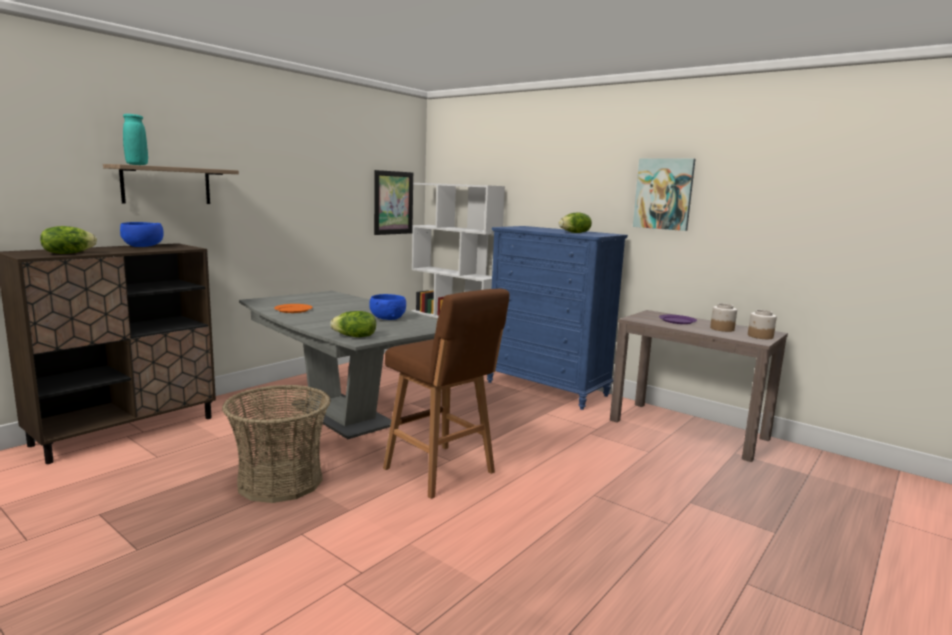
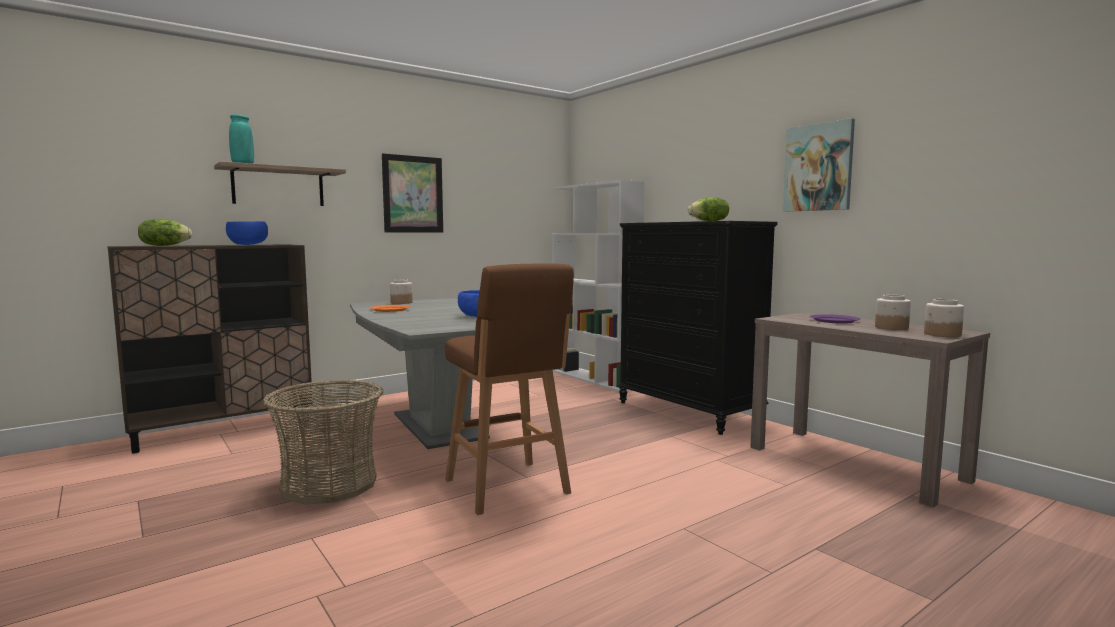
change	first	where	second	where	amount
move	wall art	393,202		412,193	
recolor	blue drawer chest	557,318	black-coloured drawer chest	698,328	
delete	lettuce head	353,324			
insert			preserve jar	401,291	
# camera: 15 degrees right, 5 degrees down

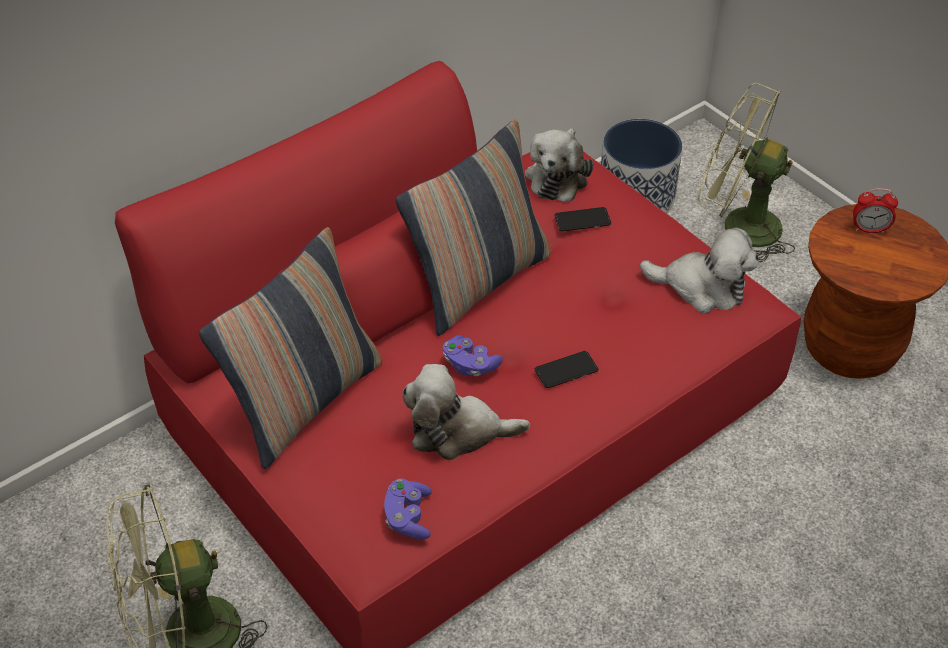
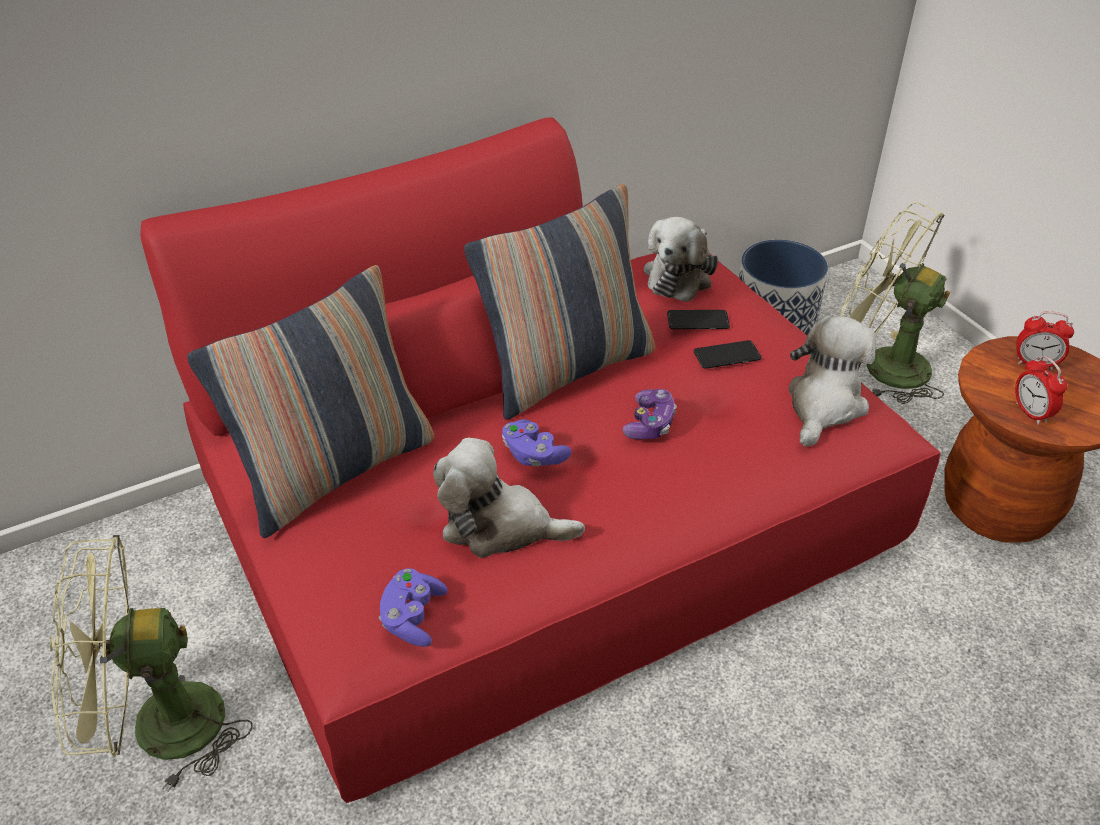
change	first	where	second	where	amount
rotate	plush toy	699,270		832,381	90 degrees counterclockwise
move	phone	566,369		727,354	
insert			bedside clock	1041,390	
insert			game controller	649,414	
# camera: 10 degrees right, 5 degrees down

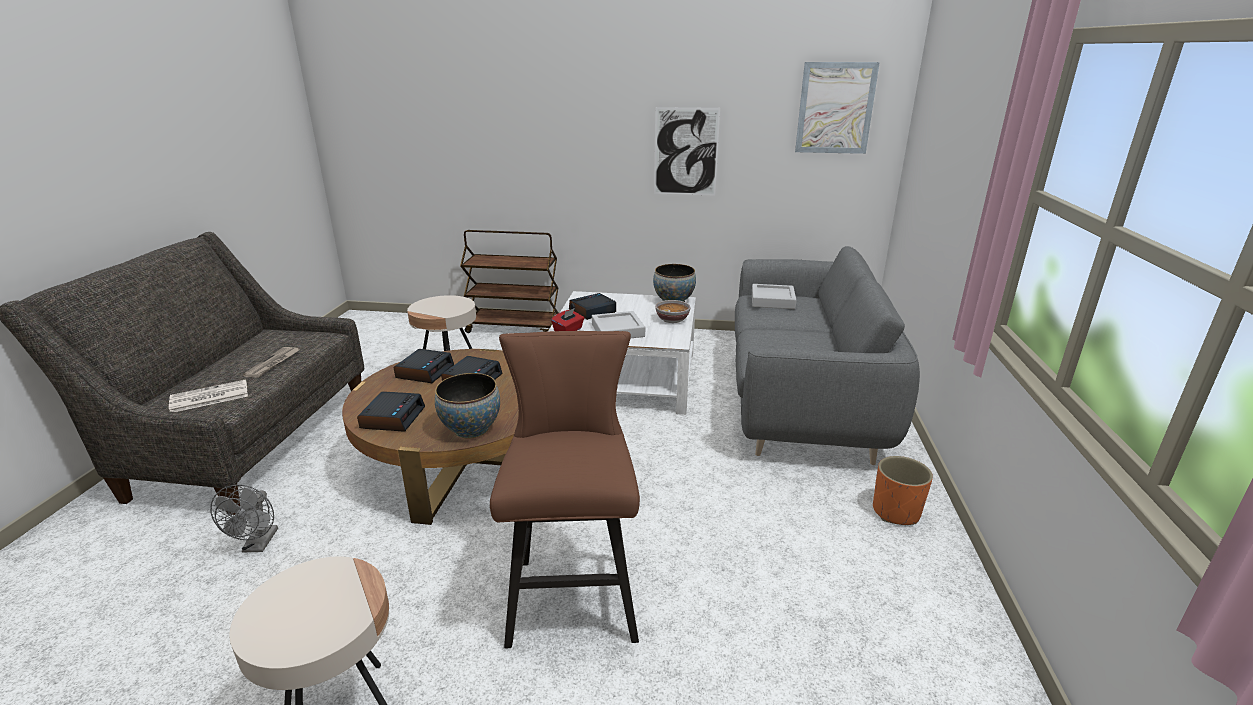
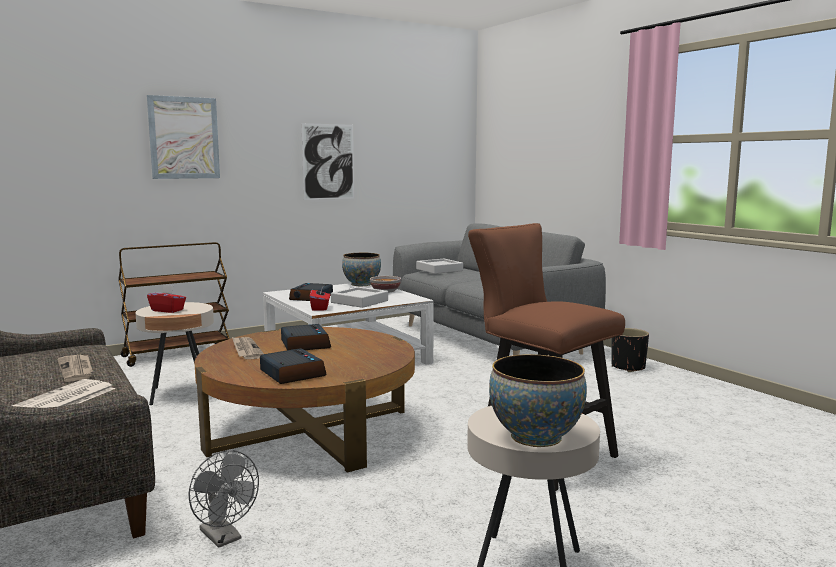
change	first	where	second	where	amount
move	wall art	837,108		183,137	
replace	bedside clock	424,366	daily paper	248,348	
move	deep dish	467,405		538,400	
recolor	orangey plant pot	903,490	black-coloured plant pot	630,350	
insert			red-coloured box of tissues	166,299	
# camera: 40 degrees left, 15 degrees down

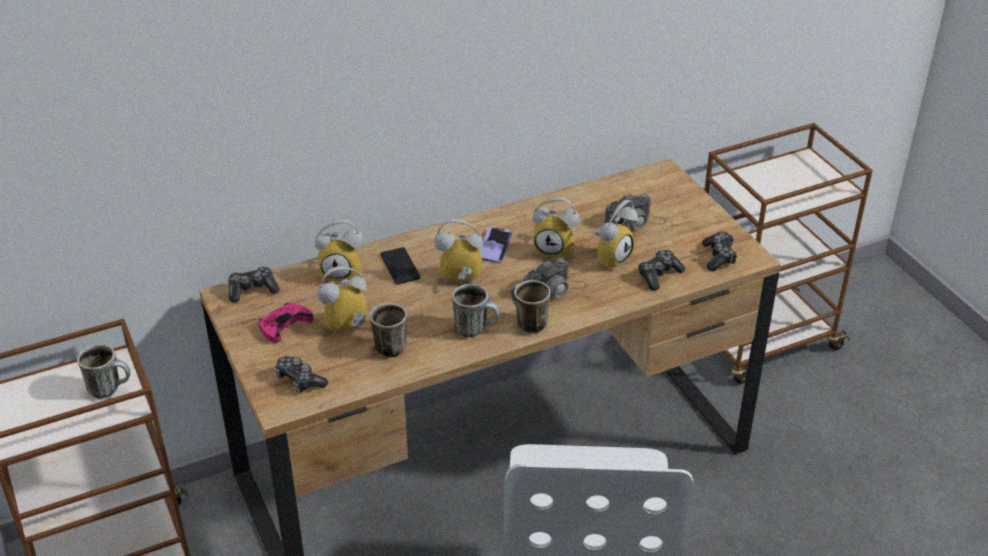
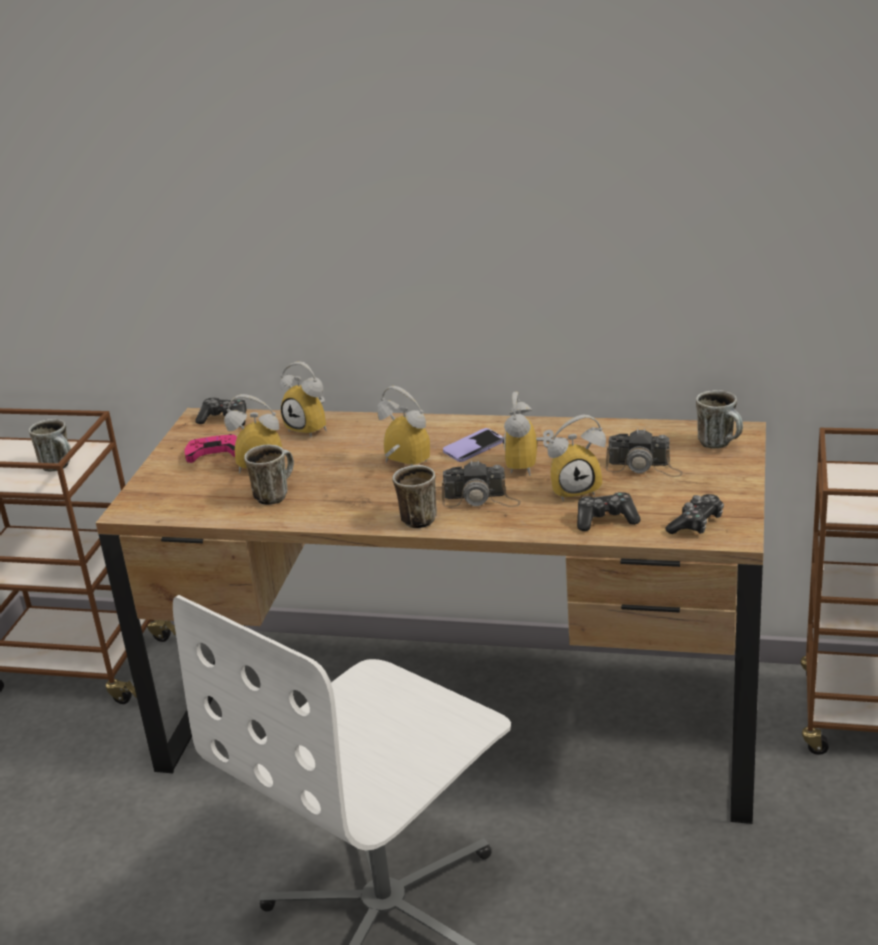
change	first	where	second	where	amount
rotate	bedside clock	556,228		528,434	45 degrees clockwise
delete	phone	400,265			
move	mug	476,310		719,419	
delete	game controller	301,374			
# camera: 40 degrees right, 10 degrees down

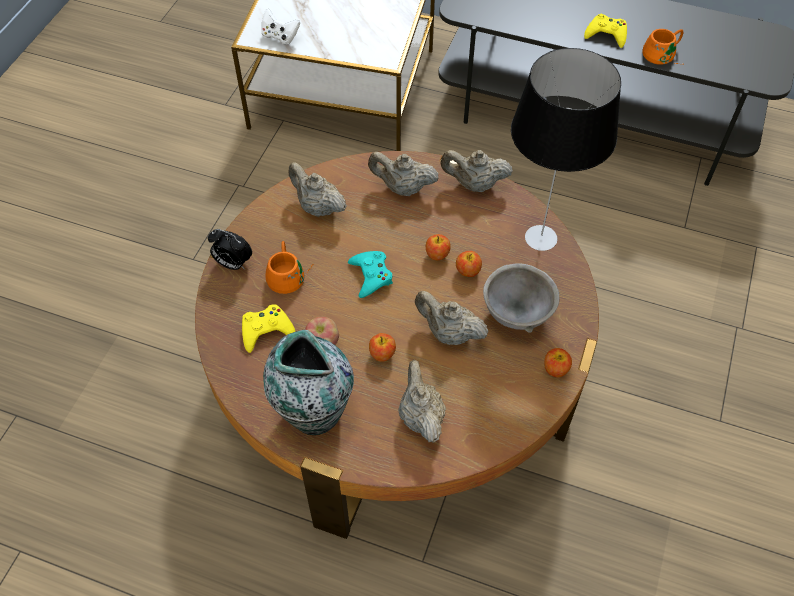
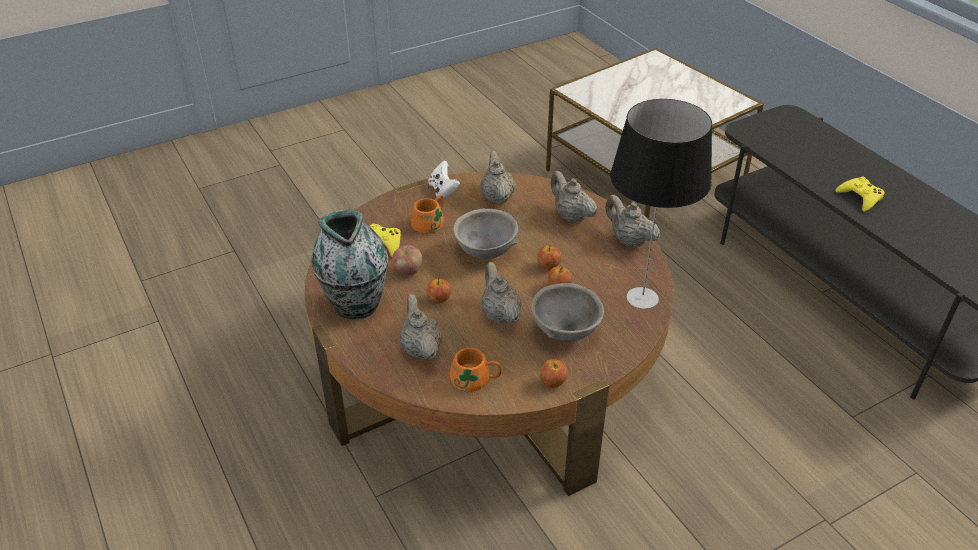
change	first	where	second	where	amount
move	white-coloured game controller	281,26		444,180	
move	orangey mug	663,47		476,375	
delete	bedside clock	230,249			
replace	turquoise-coloured game controller	370,274	greyish deep dish	485,234	
rotate	beige-coloured pot for tea	422,401		420,327	45 degrees counterclockwise
# camera: 40 degrees right, 15 degrees down

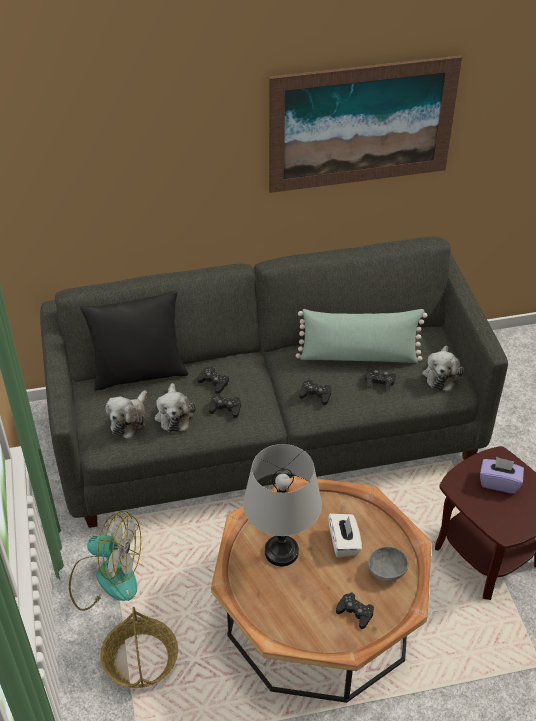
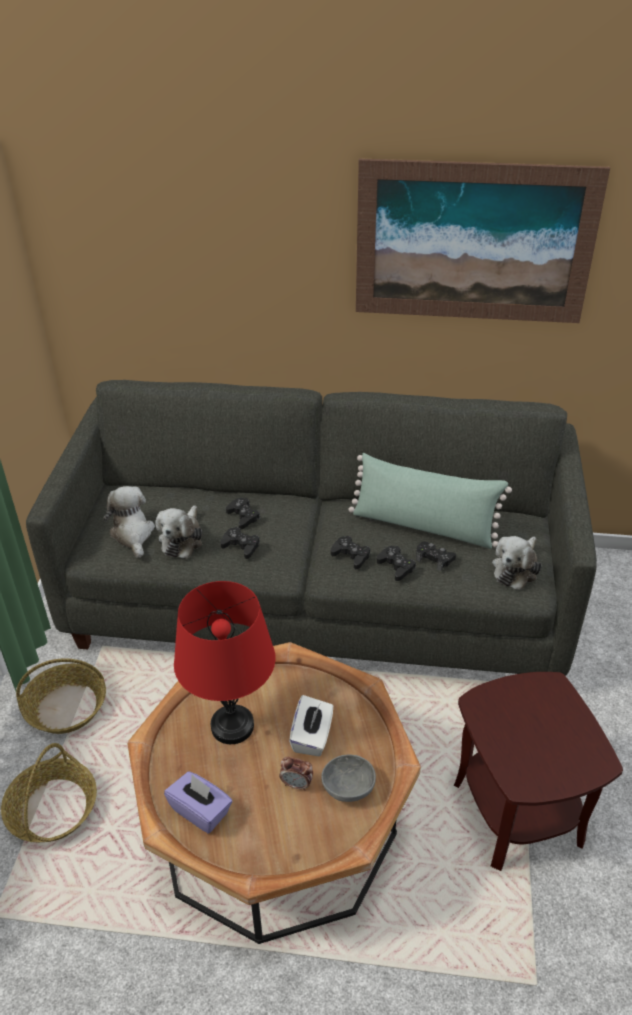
change	first	where	second	where	amount
delete	black-coloured pillow	134,340			
rotate	plush toy	126,414		129,522	120 degrees clockwise
recolor	greyish lamp for a table	282,505	red-coloured lamp for a table	224,662	
move	purple-coloured box of tissues	502,475		198,802	
replace	fan	105,561	storage basket	61,696	
move	black-coloured game controller	355,610		396,563	
insert			bedside clock	296,774	
# camera: 20 degrees right, 5 degrees down

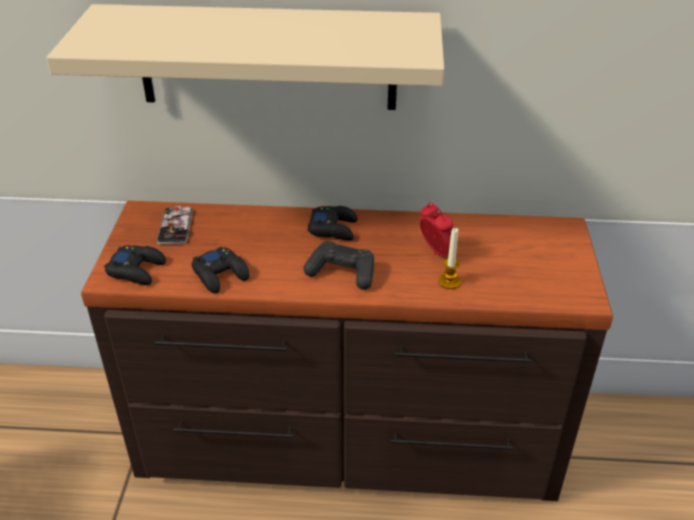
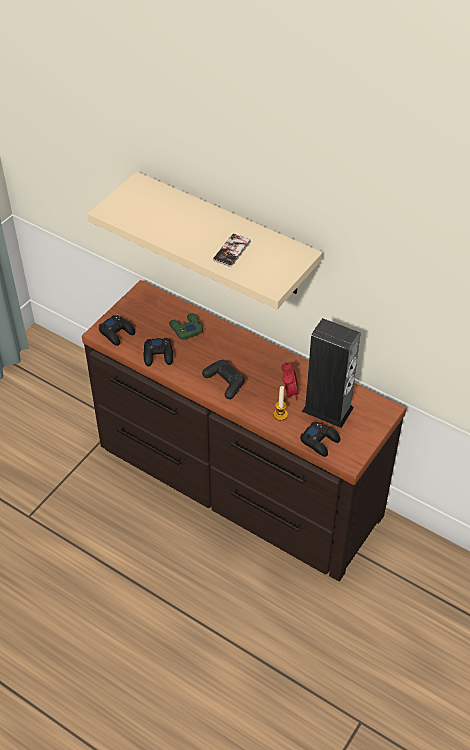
change	first	where	second	where	amount
move	phone	175,225		232,250	
move	black-coloured game controller	333,223		320,439	
insert			greenish game controller	186,326	
insert			audio speaker	331,373	
# camera: 30 degrees right, 10 degrees up

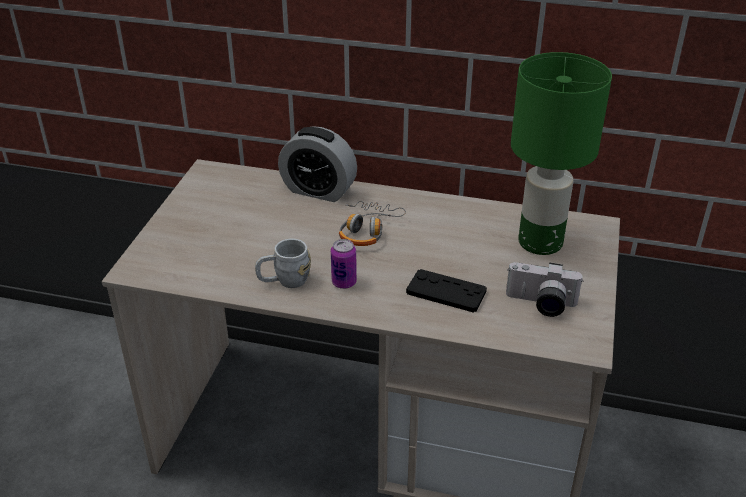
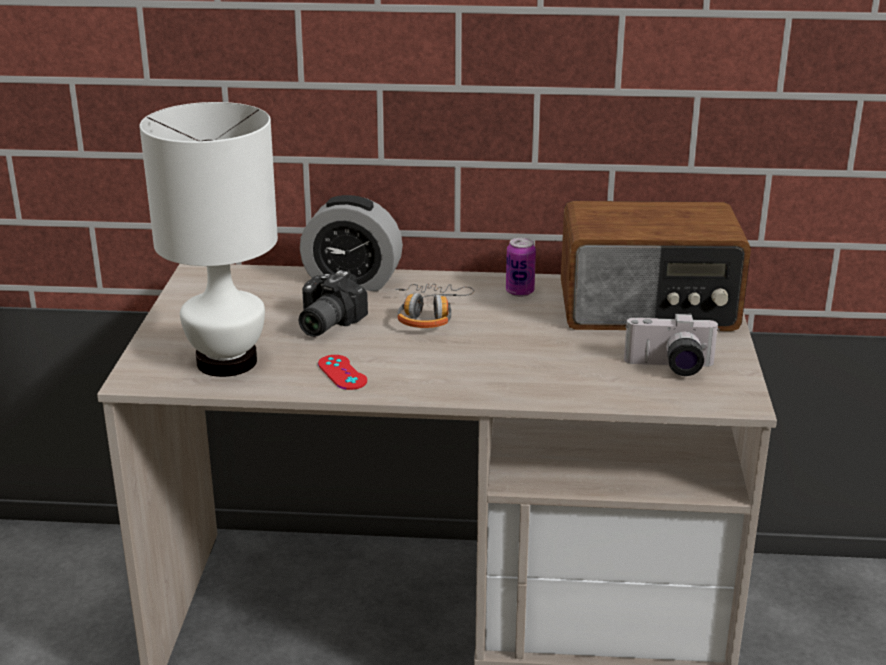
change	first	where	second	where	amount
replace	greenish lamp for a table	561,153	radio set	656,266	
replace	greyish mug	283,263	red-coloured game controller	342,372	
move	sealed can	344,264		521,267	
delete	black-coloured game controller	446,291			
insert			white-coloured lamp for a table	208,239	
insert			still camera	333,303	
# camera: 10 degrees left, 10 degrees down

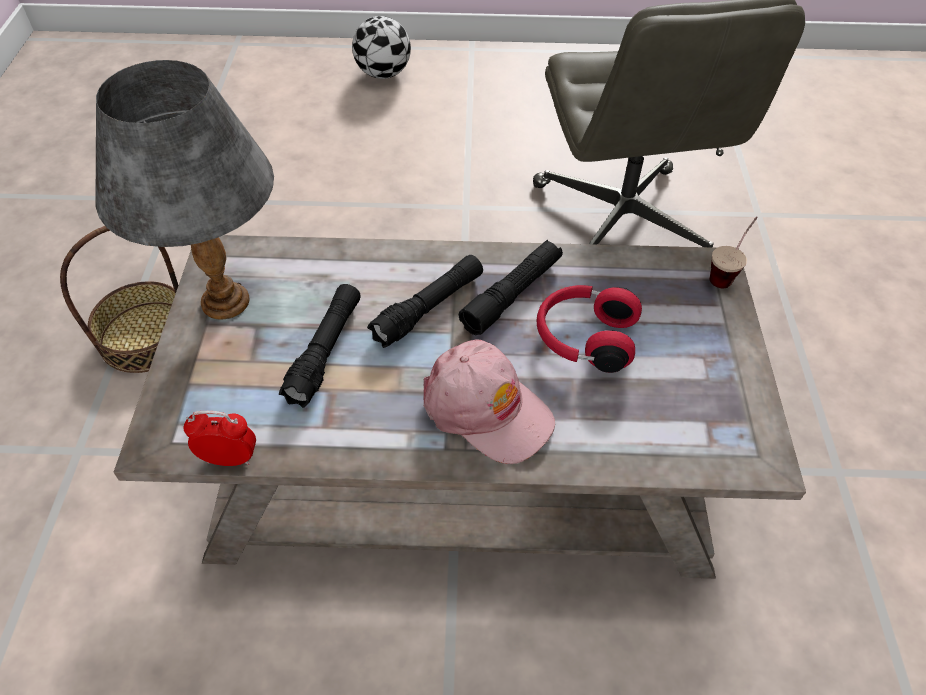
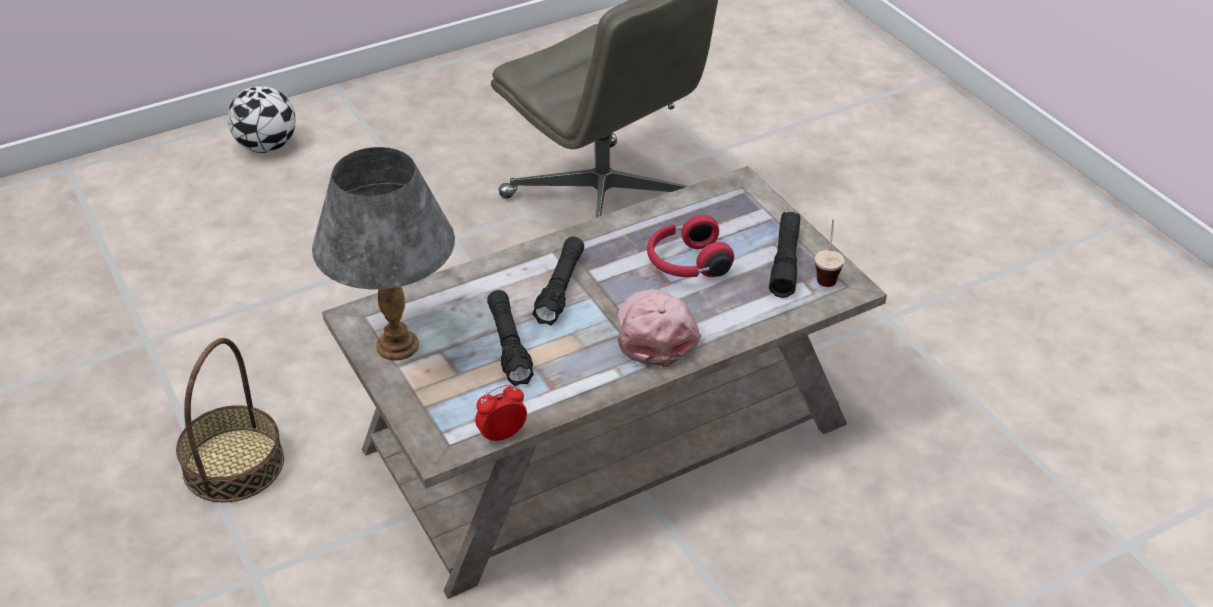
change	first	where	second	where	amount
move	small cup	734,252		829,253	
move	black-coloured hand torch	511,287		784,255	
rotate	pinkish baseball cap	489,401		659,328	105 degrees counterclockwise
# camera: 30 degrees left, 10 degrees down

